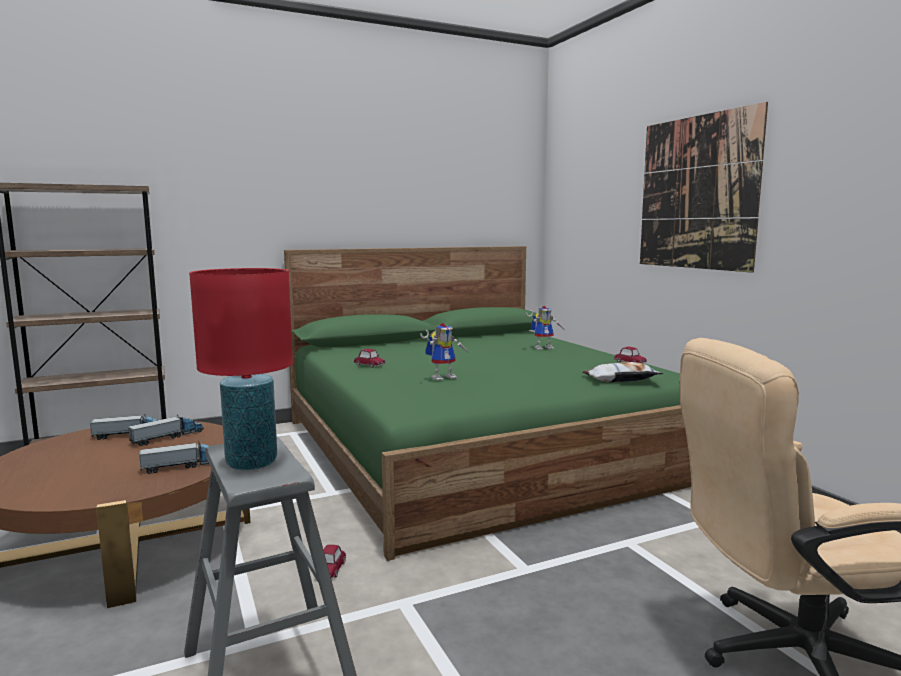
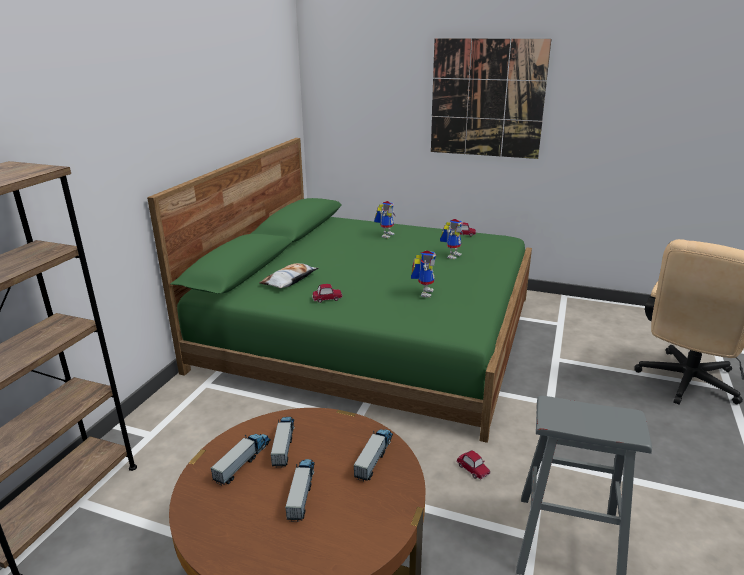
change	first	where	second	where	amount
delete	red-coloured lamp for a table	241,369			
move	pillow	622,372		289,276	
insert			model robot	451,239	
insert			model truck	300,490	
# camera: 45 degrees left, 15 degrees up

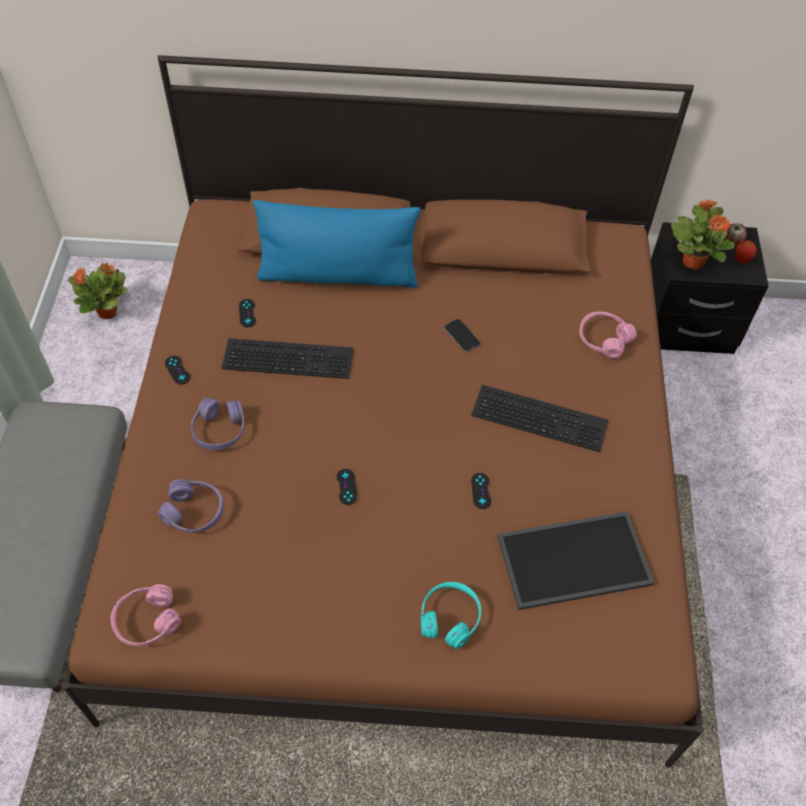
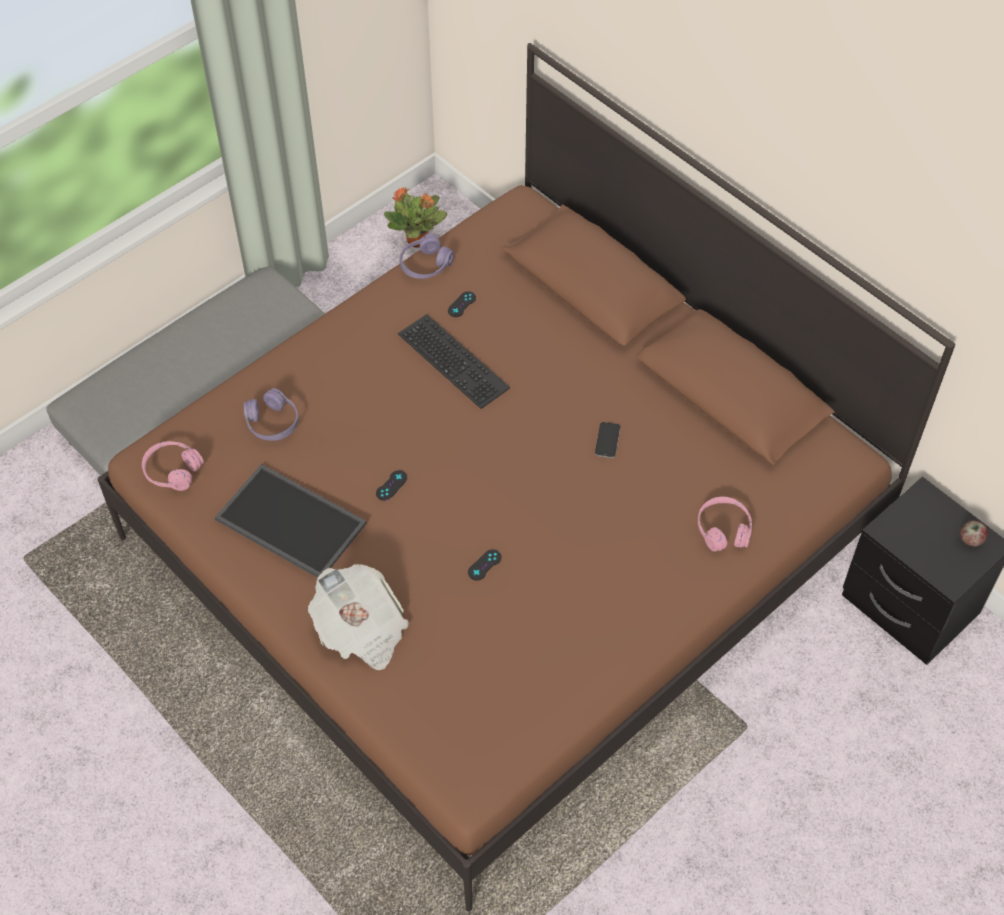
change	first	where	second	where	amount
delete	blue pillow	337,244			
delete	houseplant	703,235			
delete	apple	746,252			
delete	black-coloured game controller	177,370			
delete	computer keyboard	539,418			
move	purple-coloured headset	218,424		426,256	
move	carrying tray	576,560		291,521	
replace	turquoise-coloured headset	451,615	daily paper	358,617	
# camera: 45 degrees right, 0 degrees up

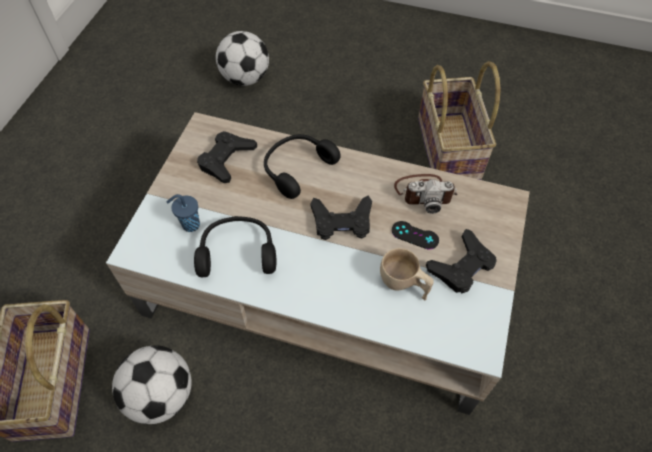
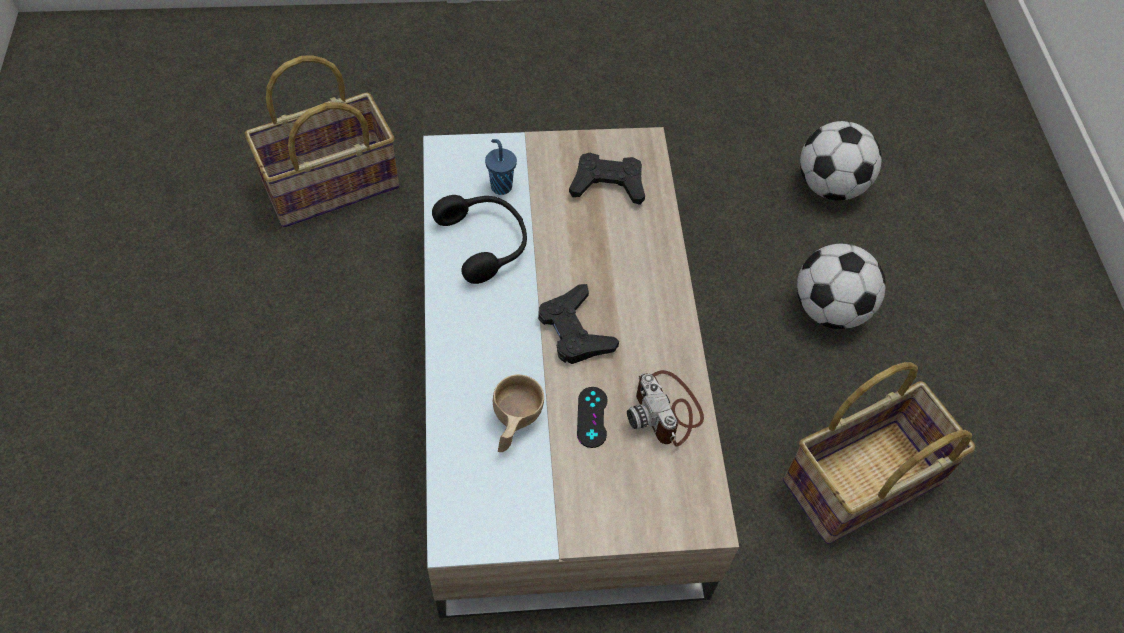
change	first	where	second	where	amount
delete	black-coloured headset	302,166			
delete	black-coloured game controller	461,261			
move	football ball	152,384		841,286	
# camera: 65 degrees right, 0 degrees up

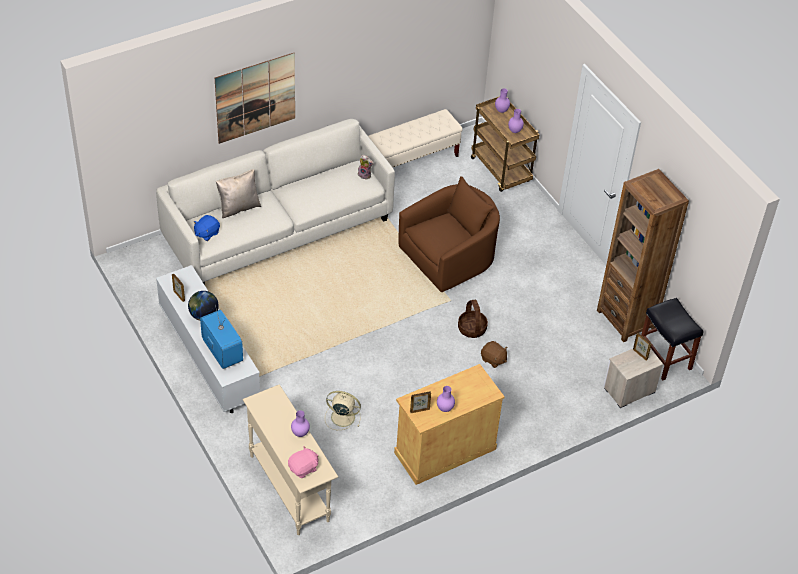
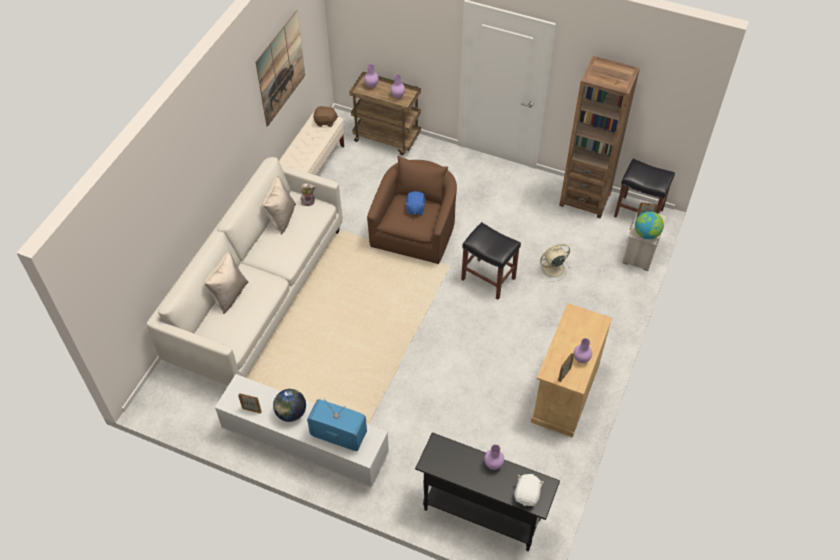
change	first	where	second	where	amount
move	wall art	255,98		280,68	
move	blue plush toy	206,228		415,203	
replace	storage basket	473,318	black-coloured stool	491,260	
move	brown-coloured plush toy	494,354		325,116	
recolor	beige-coloured console table	290,459	black-coloured console table	487,491	
move	beige-coloured fan	343,410		554,263	
recolor	pinkish plush toy	303,462	white-coloured plush toy	529,490	
insert			beige-coloured pillow	279,205	
insert			globe	649,225	
# camera: 35 degrees left, 5 degrees up

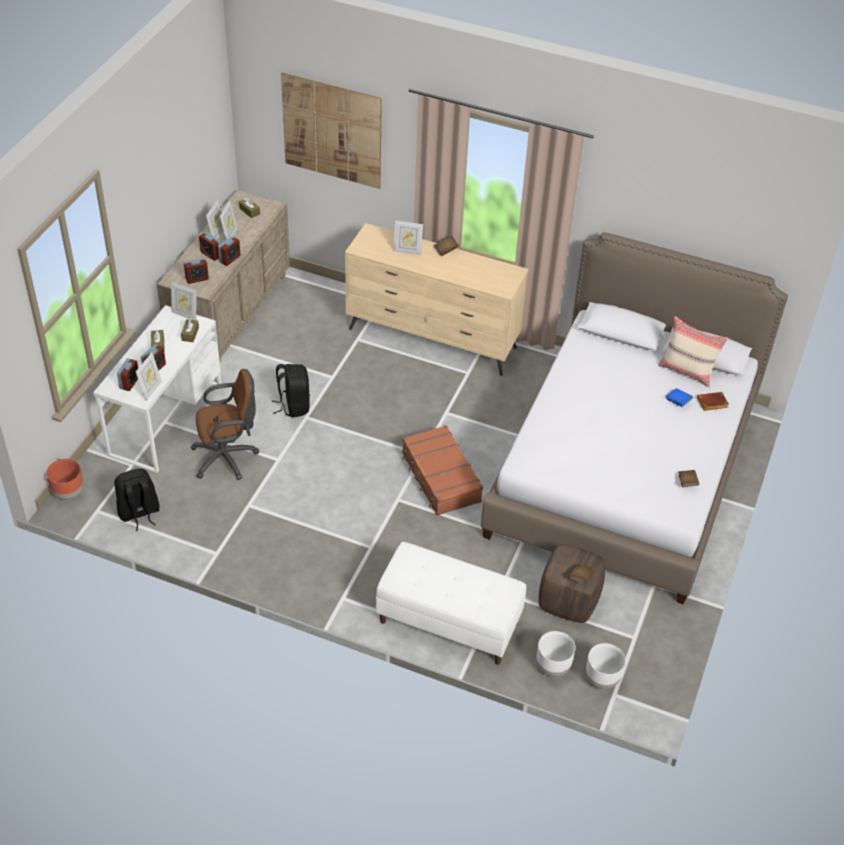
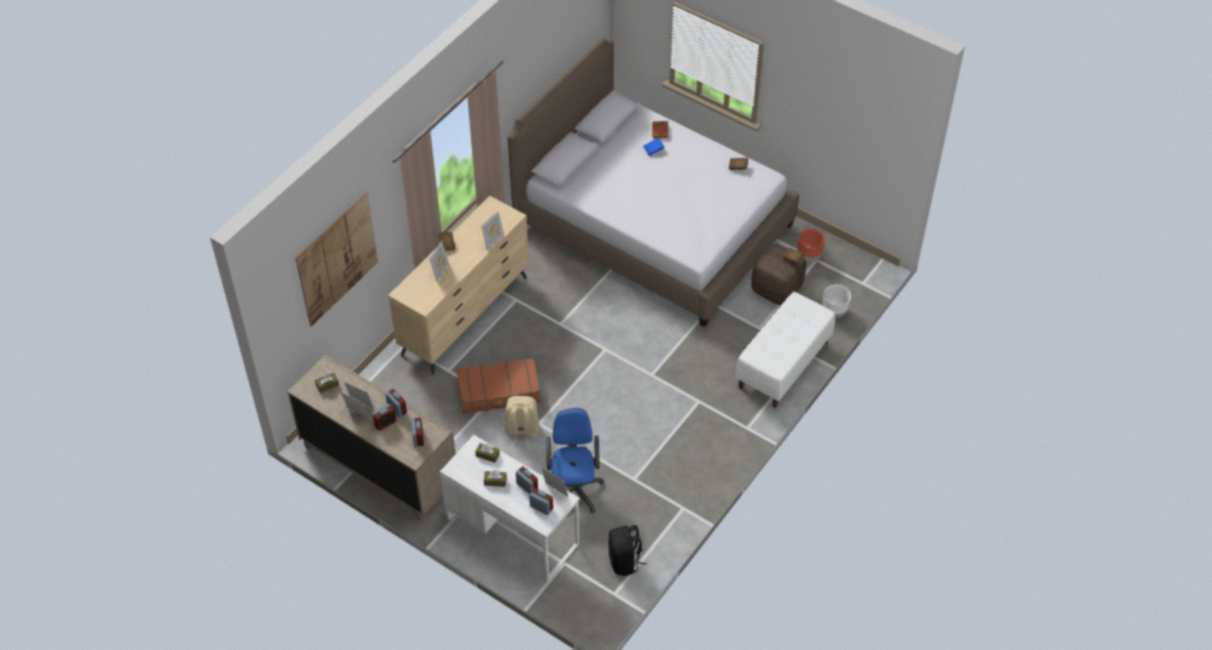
change	first	where	second	where	amount
move	standing frame	183,300		492,230	
delete	beige-coloured pillow	693,352			
recolor	black-coloured knapsack	291,390	beige-coloured knapsack	522,421	
recolor	brown-coloured desk chair	225,424	blue desk chair	575,460	
move	brown-coloured piece of luggage	442,470		498,386	
move	brown-coloured plant pot	64,479		811,245	
delete	white-coloured plant pot	606,666			
# camera: 75 degrees left, 5 degrees up

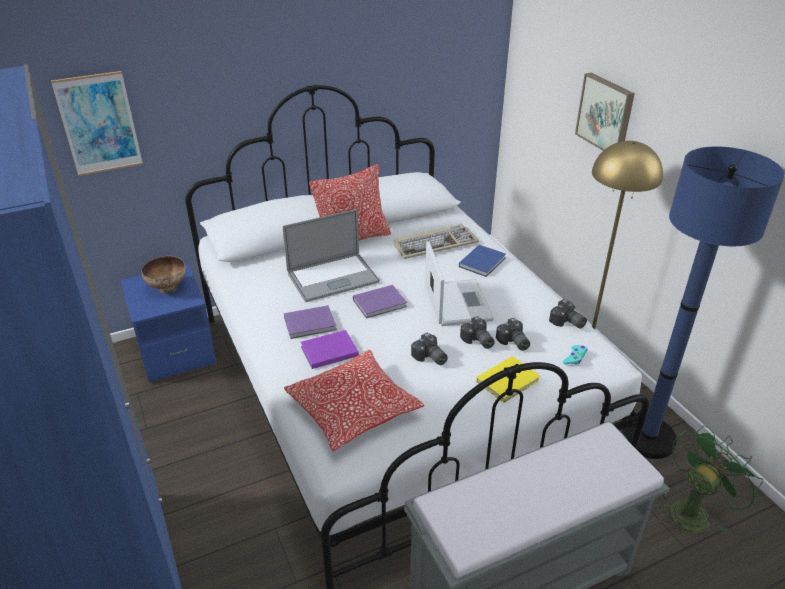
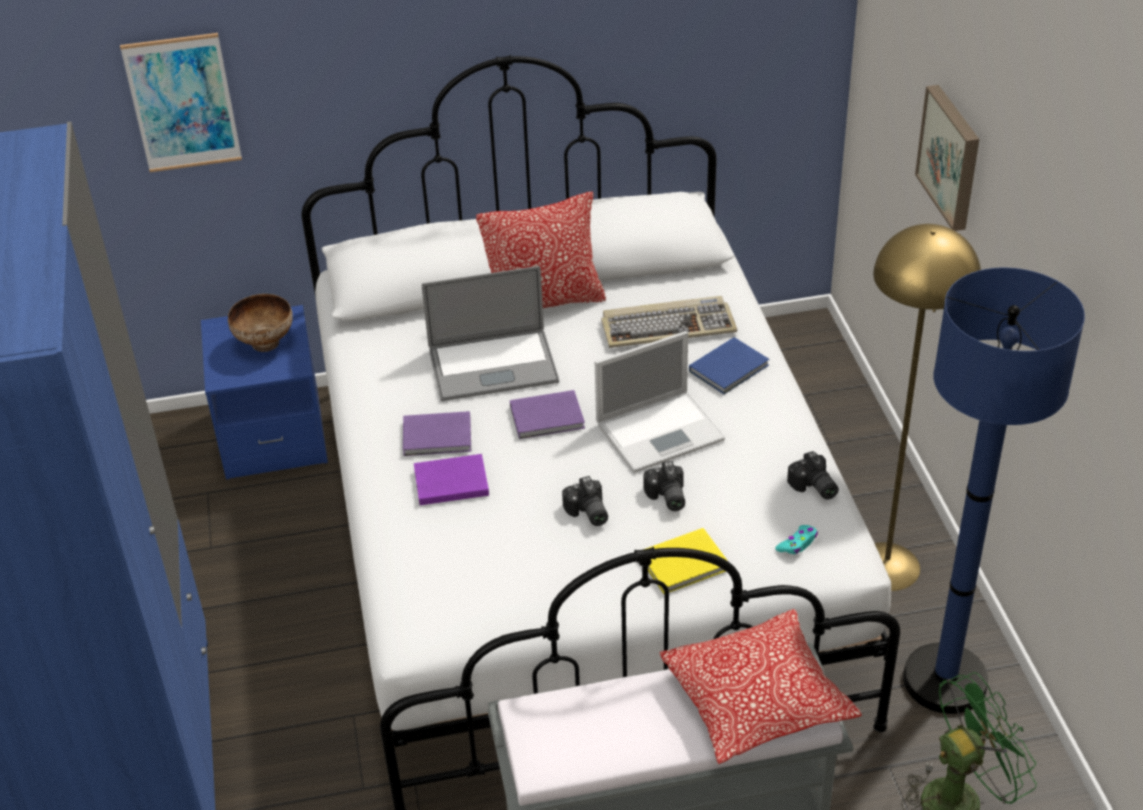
change	first	where	second	where	amount
rotate	portable computer	459,284		660,402	60 degrees clockwise
delete	still camera	513,334			
move	pillow	354,400		760,686	
# camera: 15 degrees right, 5 degrees up

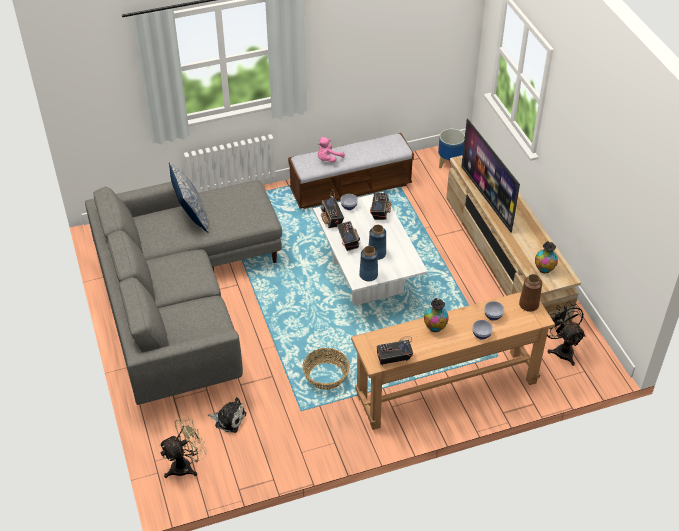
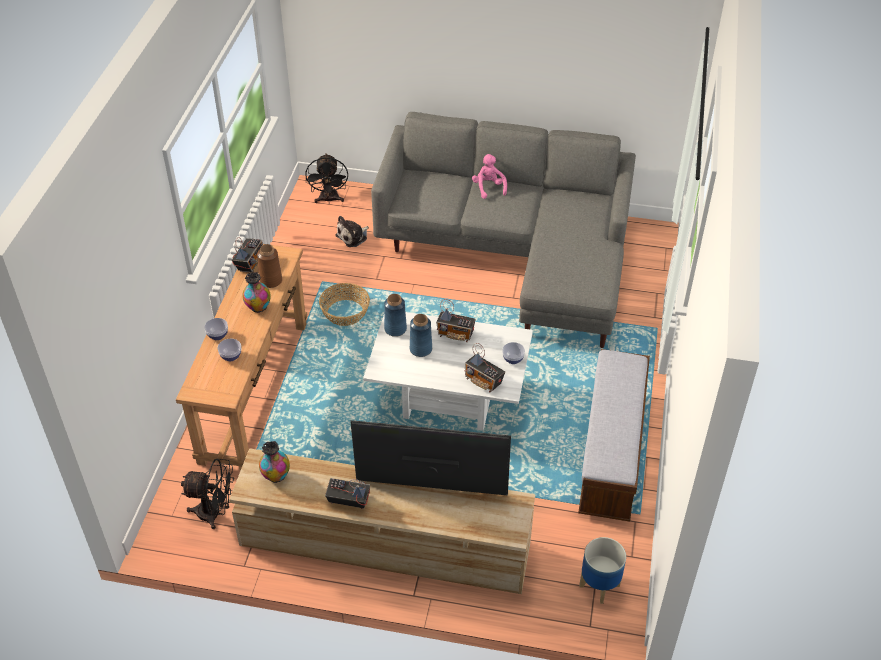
change	first	where	second	where	amount
move	pinkish plush toy	331,150		489,176	
delete	pillow	189,197			
move	radio set	332,208		347,493	
move	brown-coloured flower vase	530,293		269,266	
recolor	beige-coloured fan	183,446	black-coloured fan	326,178	
# camera: 120 degrees right, 0 degrees up

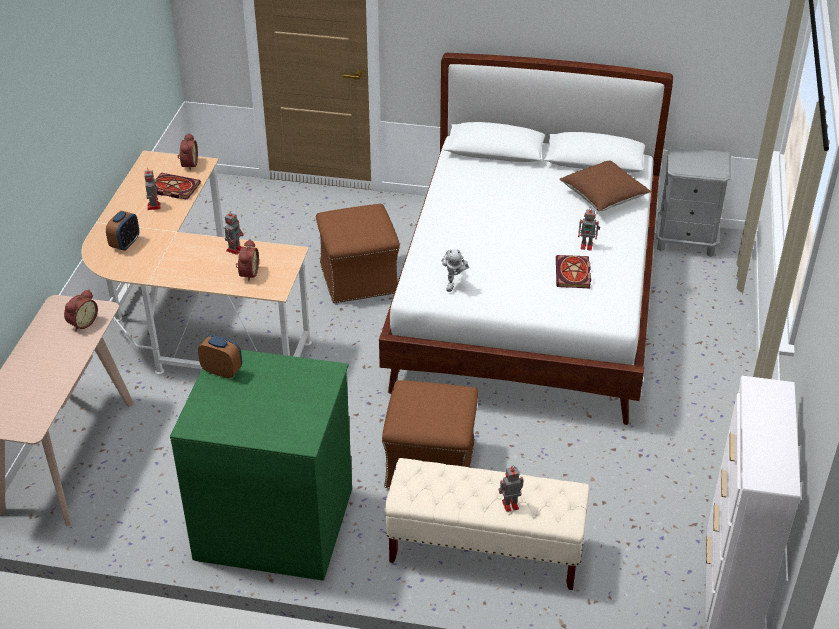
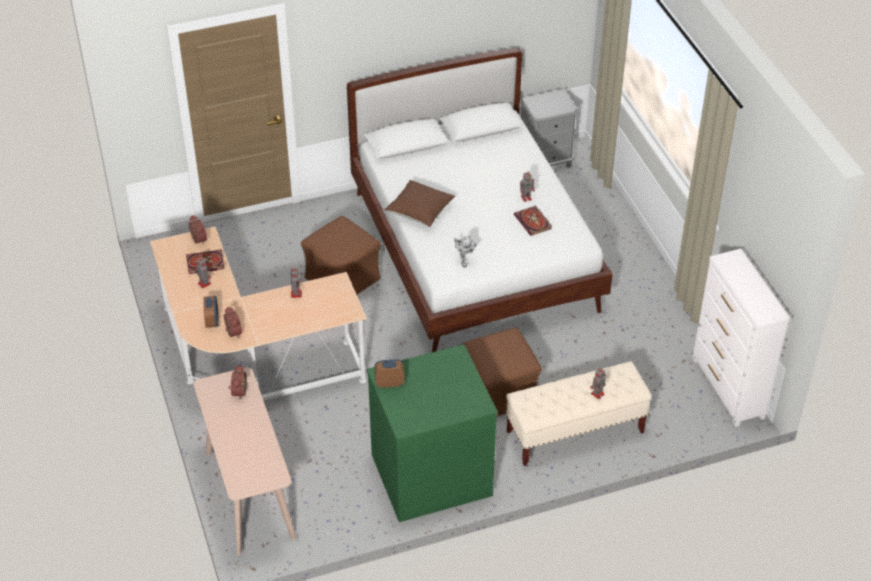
change	first	where	second	where	amount
move	brown-coloured pillow	605,186		420,203	
move	bedside clock	247,260		233,322	
# camera: 30 degrees left, 5 degrees up

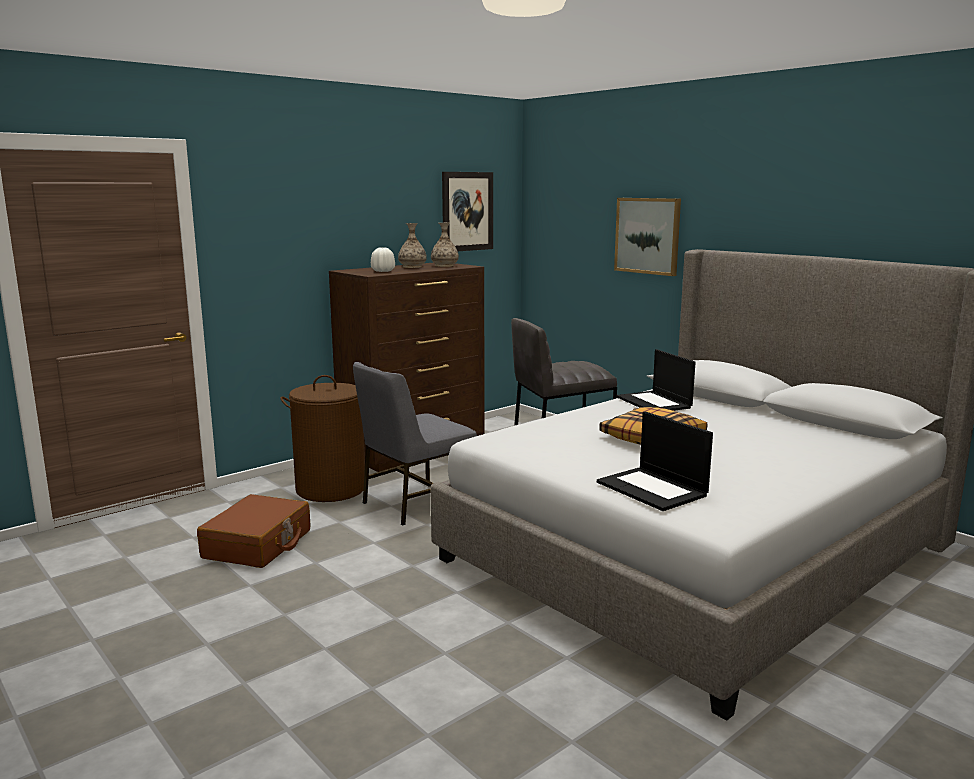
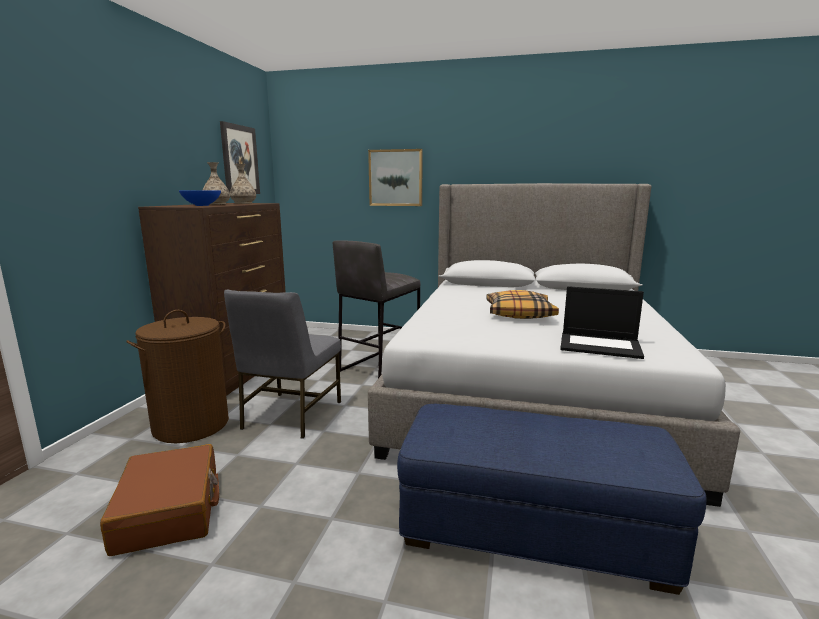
change	first	where	second	where	amount
replace	white-coloured flower vase	383,259	blue deep dish	200,198	
delete	portable computer	656,380			
insert			blue footrest	552,499	
# camera: 35 degrees left, 0 degrees up

